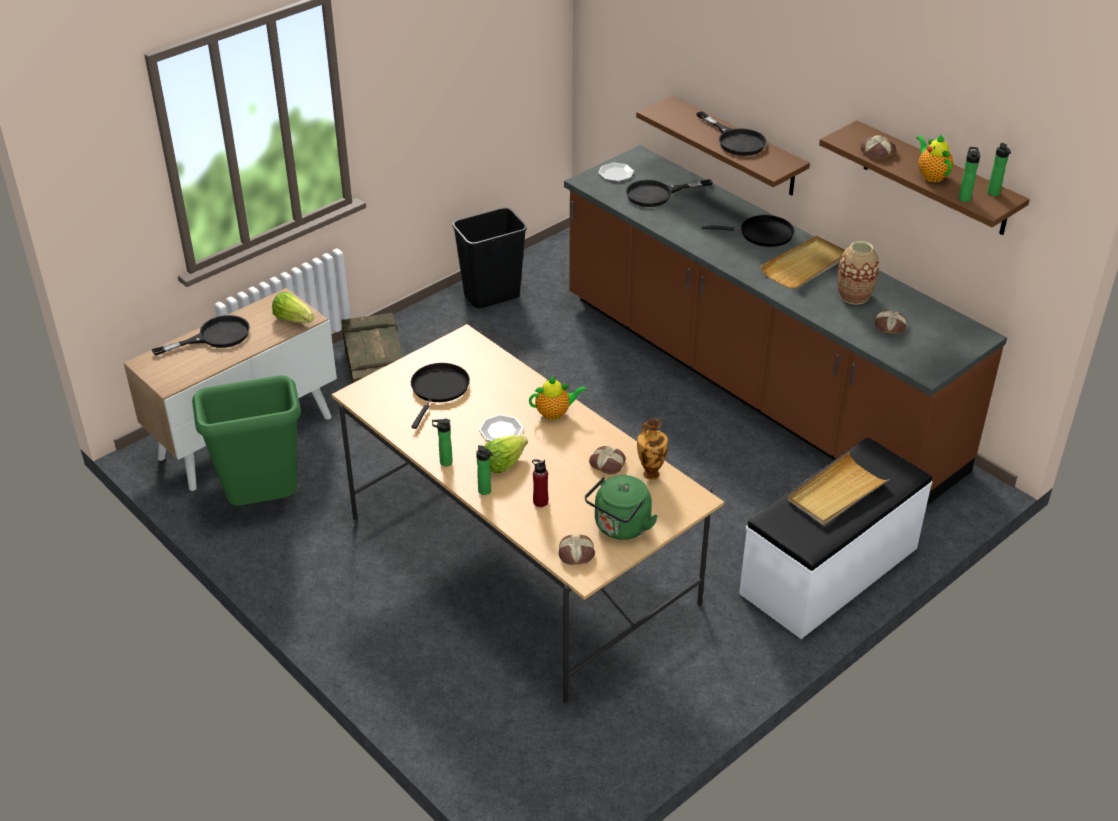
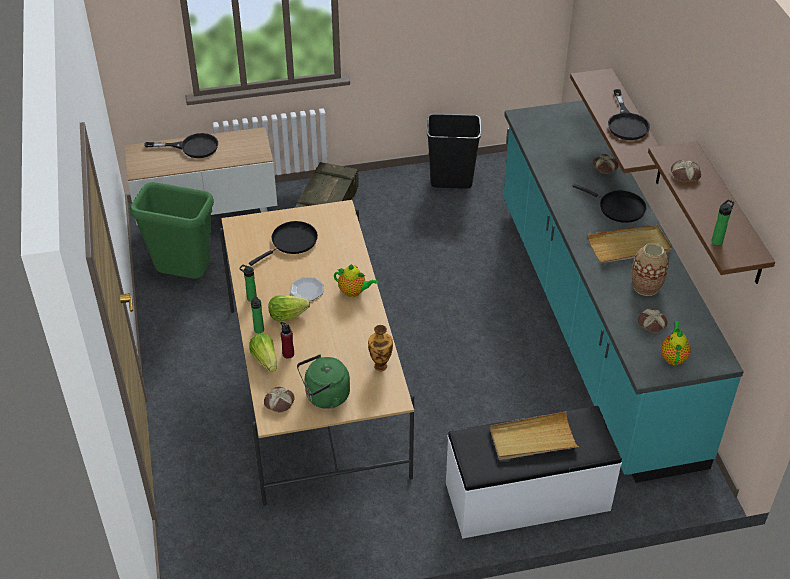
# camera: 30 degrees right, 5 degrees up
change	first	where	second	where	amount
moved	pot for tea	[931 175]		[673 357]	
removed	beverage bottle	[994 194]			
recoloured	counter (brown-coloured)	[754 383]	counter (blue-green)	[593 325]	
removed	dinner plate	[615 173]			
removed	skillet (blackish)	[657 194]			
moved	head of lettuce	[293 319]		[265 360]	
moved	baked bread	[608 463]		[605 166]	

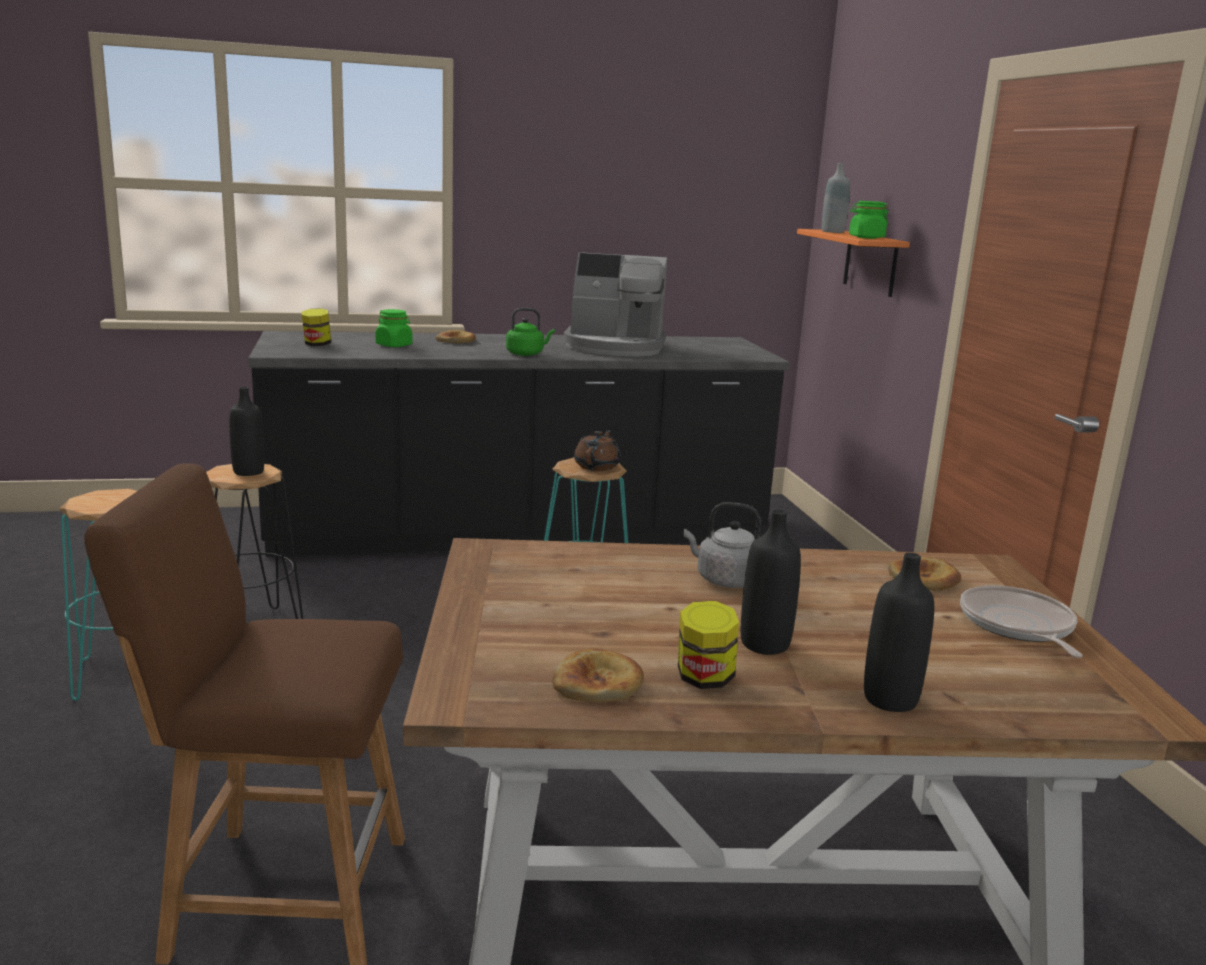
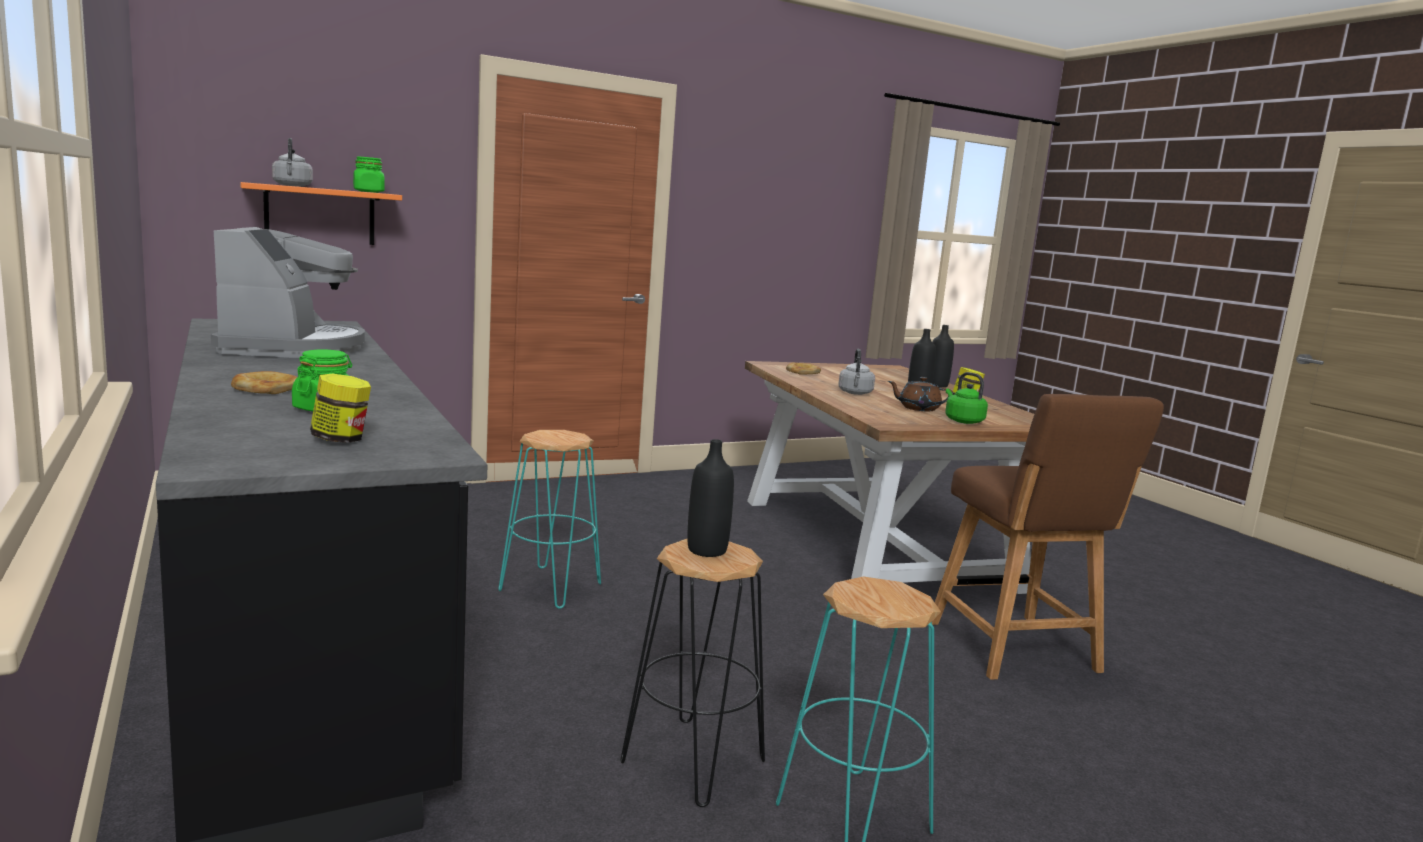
# camera: 105 degrees left, 5 degrees down
change	first	where	second	where	amount
replaced	beverage bottle (gray)	[832 232]	kettle (gray)	[292 185]	
moved	kettle (greenish)	[526 354]		[962 421]	
moved	pot for tea (brown-coloured)	[597 466]		[918 408]	
removed	skillet	[1017 626]			
removed	baked bread	[598 683]			

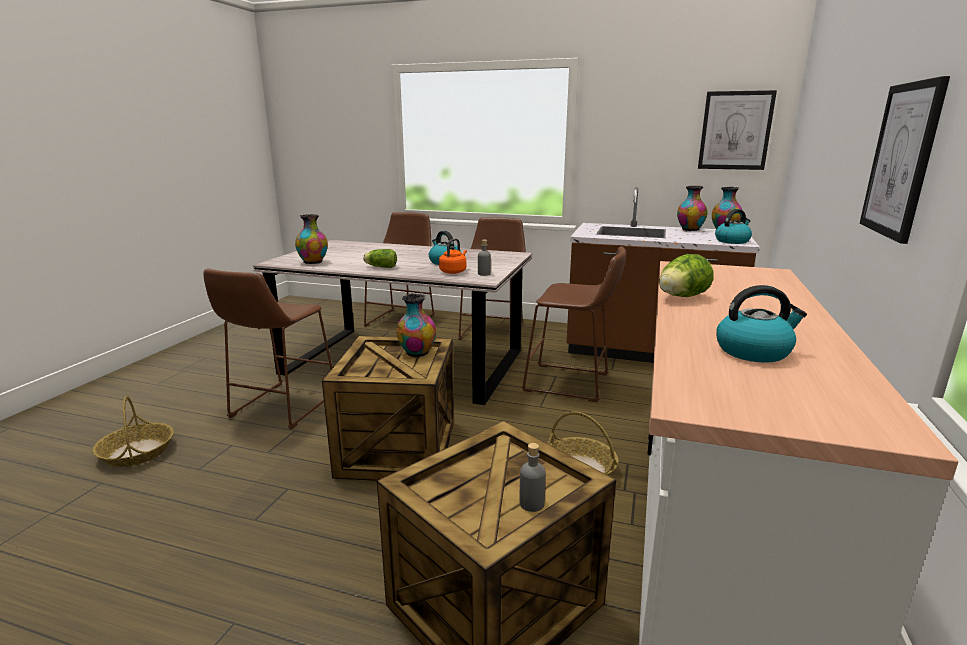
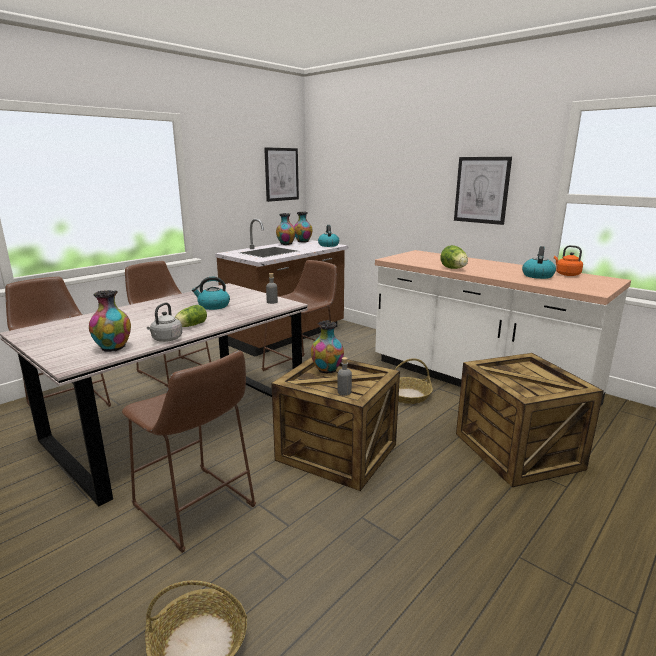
# camera: 65 degrees left, 0 degrees up
change	first	where	second	where	amount
moved	kettle (orange)	[453 271]		[566 274]	
moved	beverage bottle (gray)	[531 503]		[344 392]	
added			kettle (gray)	[166 339]	

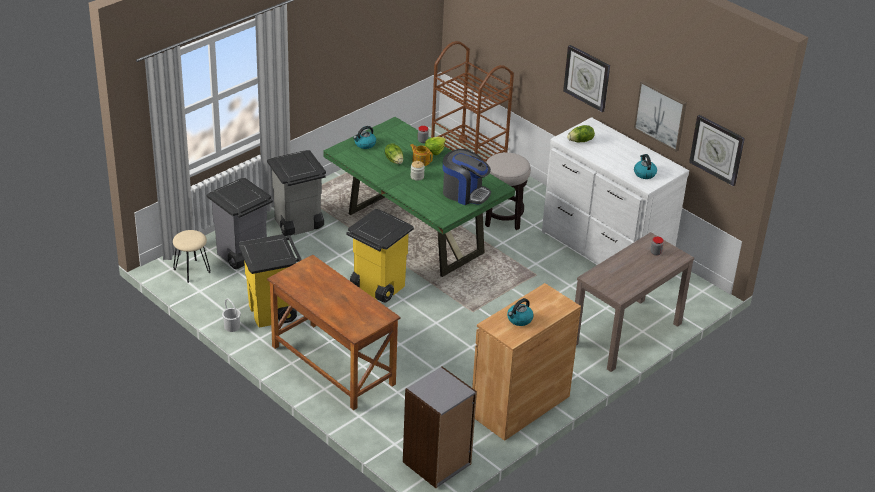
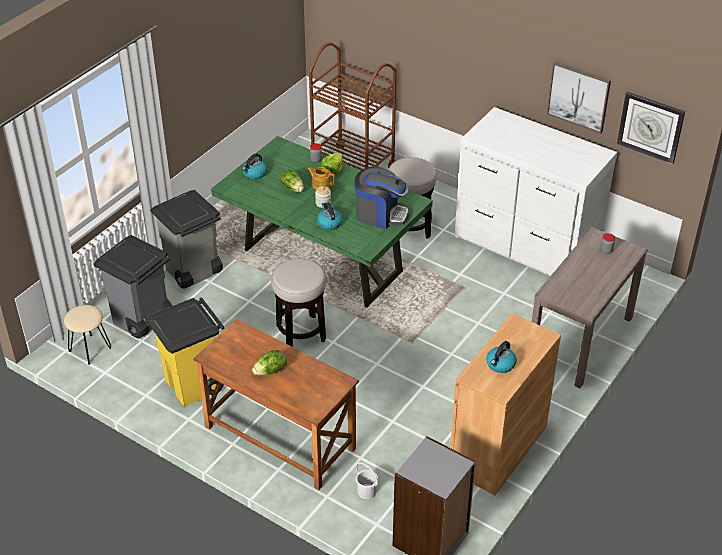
# camera: 10 degrees left, 5 degrees up
change	first	where	second	where	amount
removed	wall clock	[587 78]			
moved	head of lettuce	[581 141]		[271 371]	
moved	kettle	[644 173]		[329 223]	
replaced	trash can (yellow-coloured)	[377 287]	sitting stool	[301 333]	
moved	water bucket (white-coloured)	[232 327]		[366 491]	

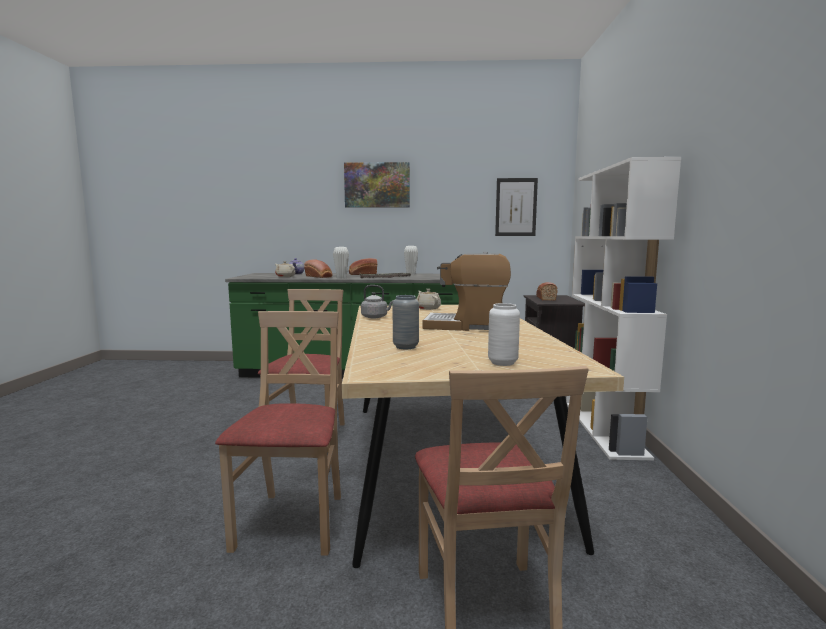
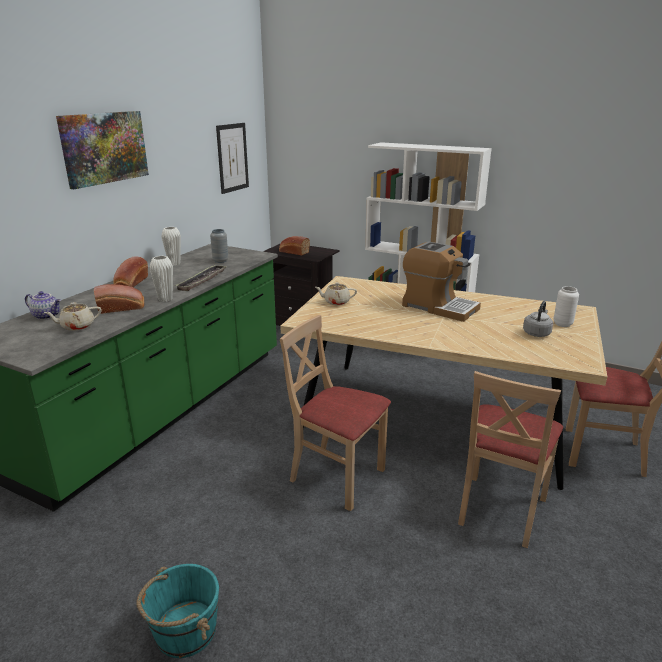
# camera: 65 degrees left, 15 degrees up
change	first	where	second	where	amount
turned	coffee maker	[467 326]		[438 307]	90 degrees counterclockwise
moved	kettle (gray)	[376 317]		[537 333]	
moved	vase (gray)	[405 347]		[220 261]	
turned	upright chair (beige)	[292 522]		[500 509]	90 degrees counterclockwise
added			water bucket (blue-green)	[184 631]	

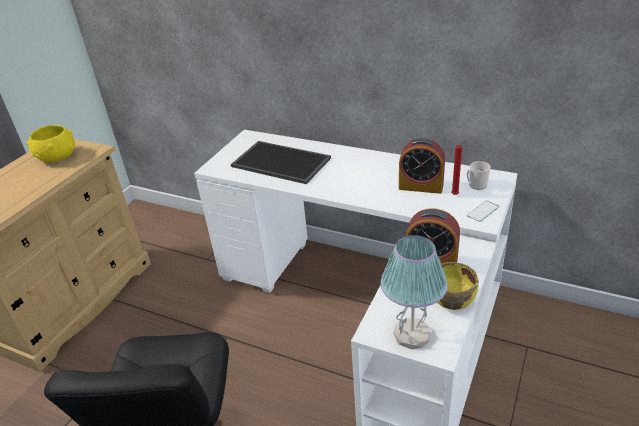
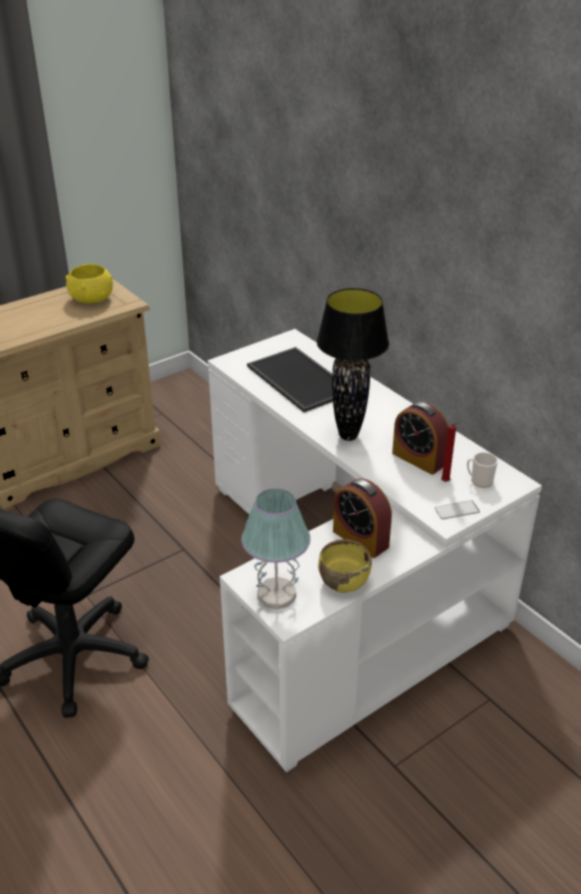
# camera: 25 degrees right, 0 degrees up
change	first	where	second	where	amount
added			lamp for a table (blackish)	[348 436]	

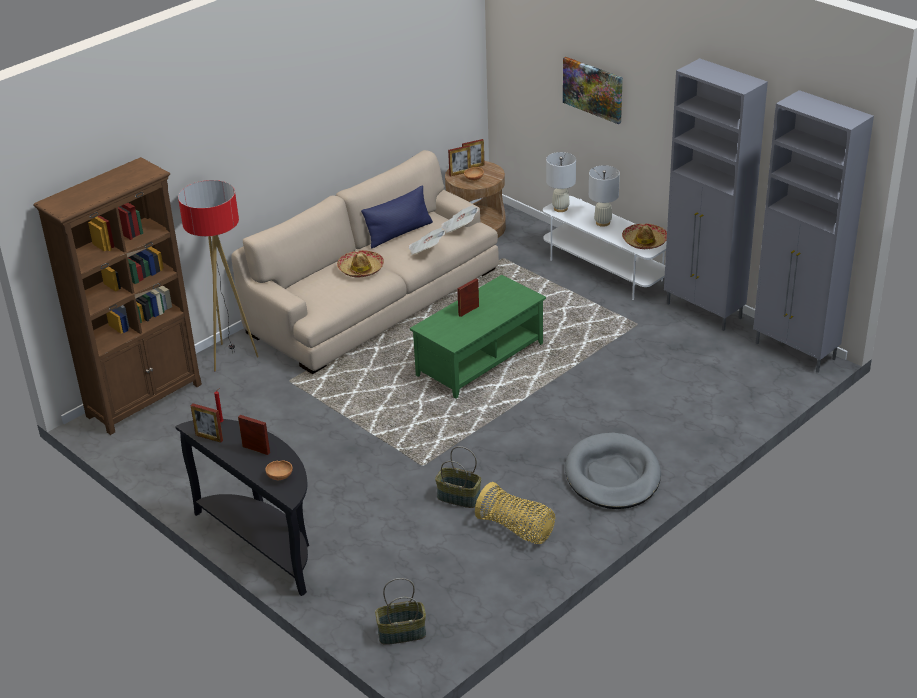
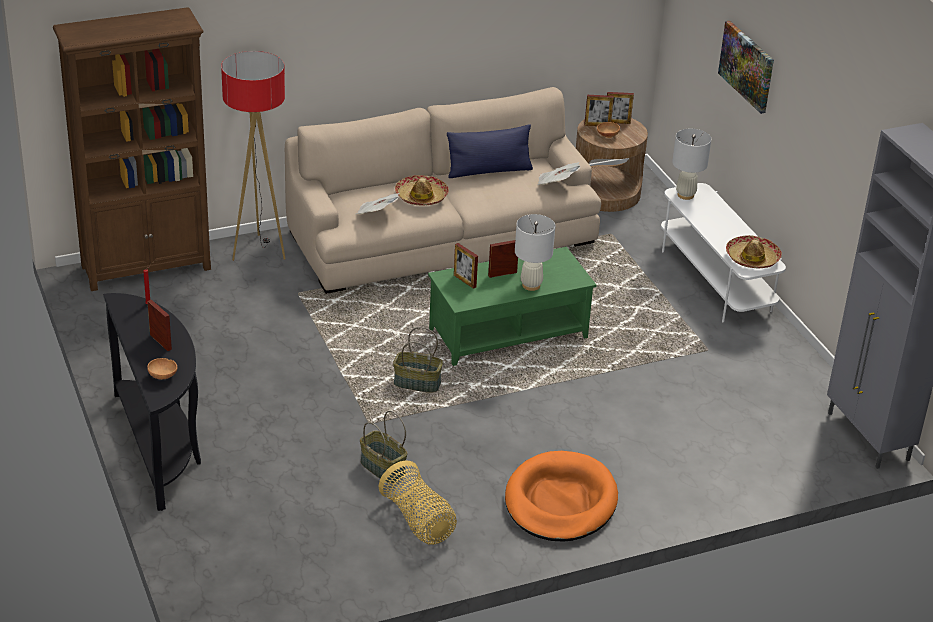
# camera: 20 degrees right, 0 degrees up
change	first	where	second	where	amount
removed	cabinet (gray)	[704 311]			
moved	lamp for a table (white-coloured)	[602 223]		[531 285]	
moved	daily paper	[426 250]		[377 214]	
moved	standing frame	[209 437]		[465 281]	
recoloured	dog bed (gray)	[612 476]	dog bed (orange)	[560 501]	
moved	basket	[401 634]		[416 384]	

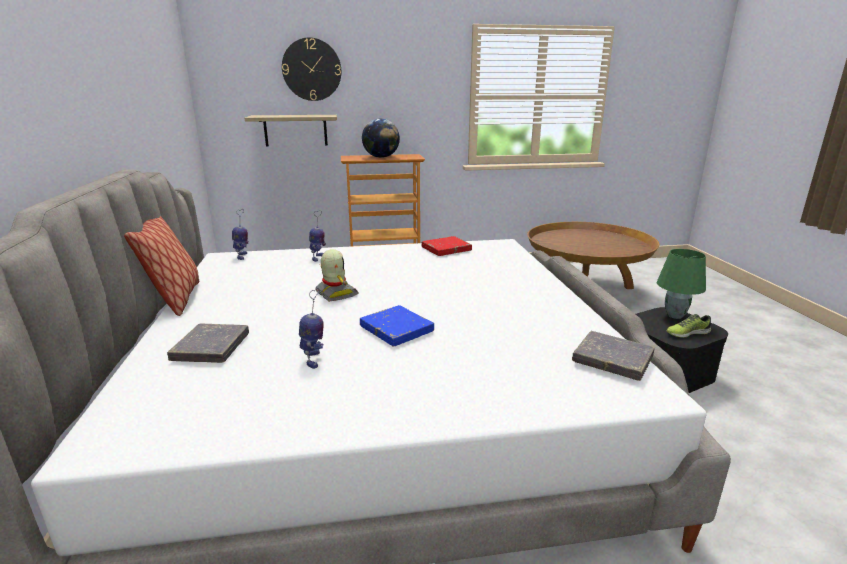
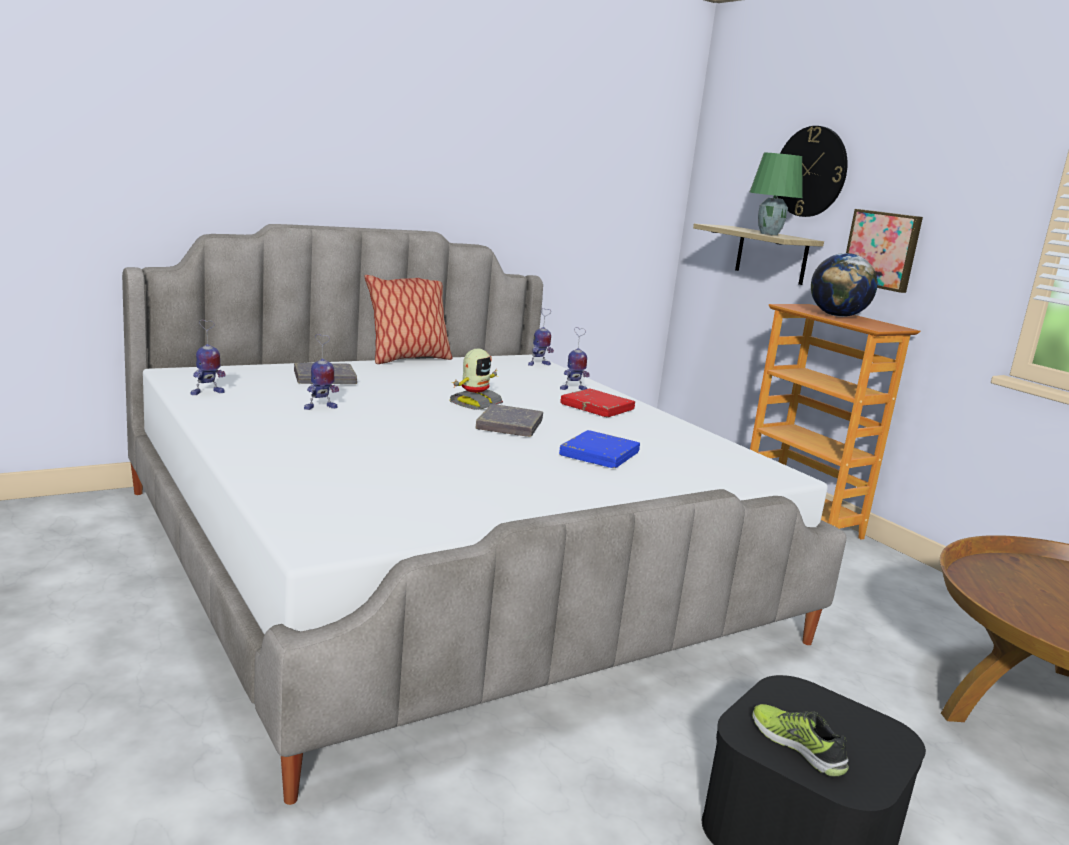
# camera: 65 degrees right, 5 degrees down
change	first	where	second	where	amount
moved	volume (red-coloured)	[446 249]		[597 408]	
moved	lamp for a table (greenish)	[674 315]		[769 234]	
moved	volume (blue)	[396 329]		[599 455]	
moved	volume (gray)	[612 359]		[509 426]	
added			wall picture	[882 250]	
added			toy robot	[206 393]	

